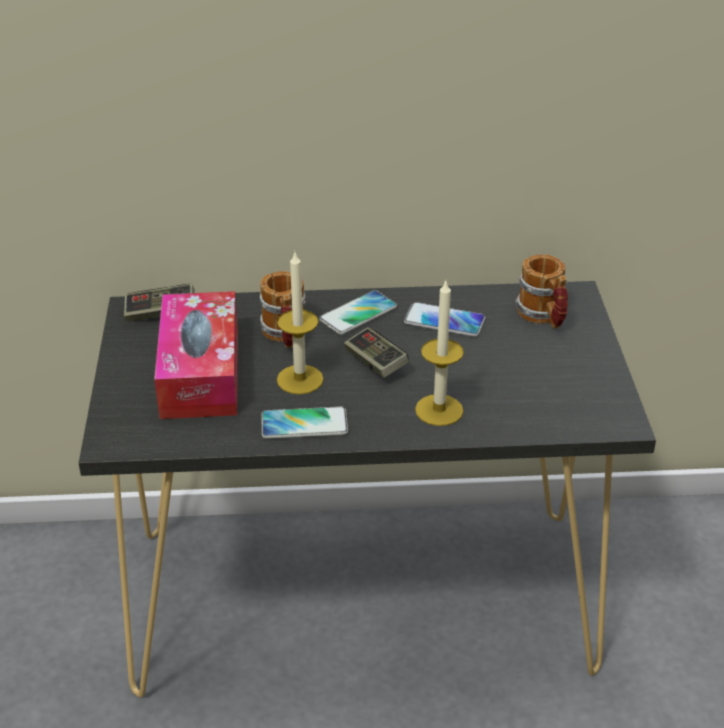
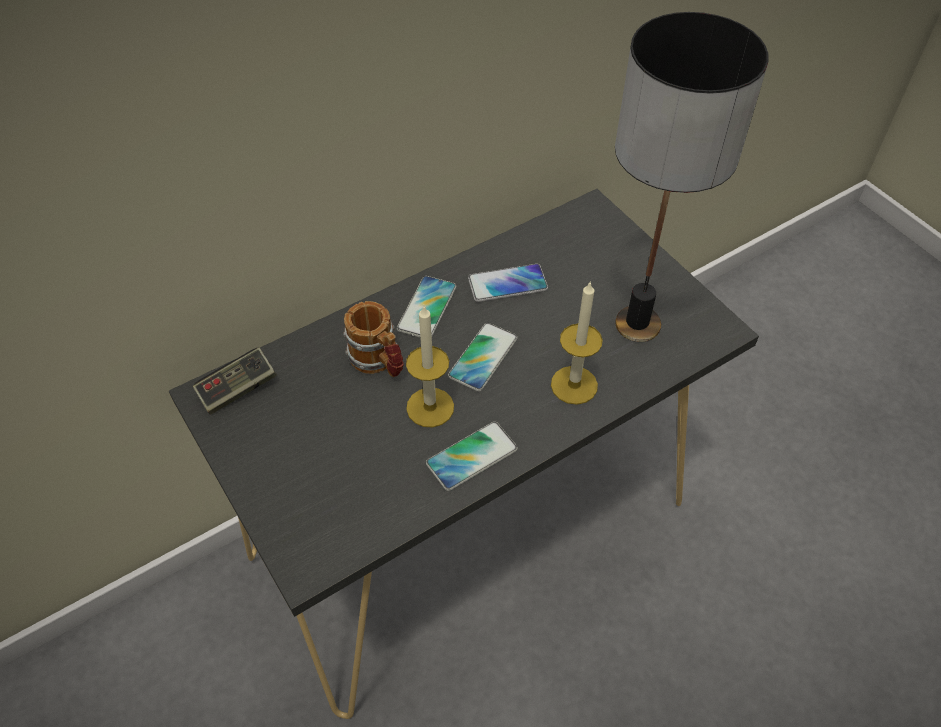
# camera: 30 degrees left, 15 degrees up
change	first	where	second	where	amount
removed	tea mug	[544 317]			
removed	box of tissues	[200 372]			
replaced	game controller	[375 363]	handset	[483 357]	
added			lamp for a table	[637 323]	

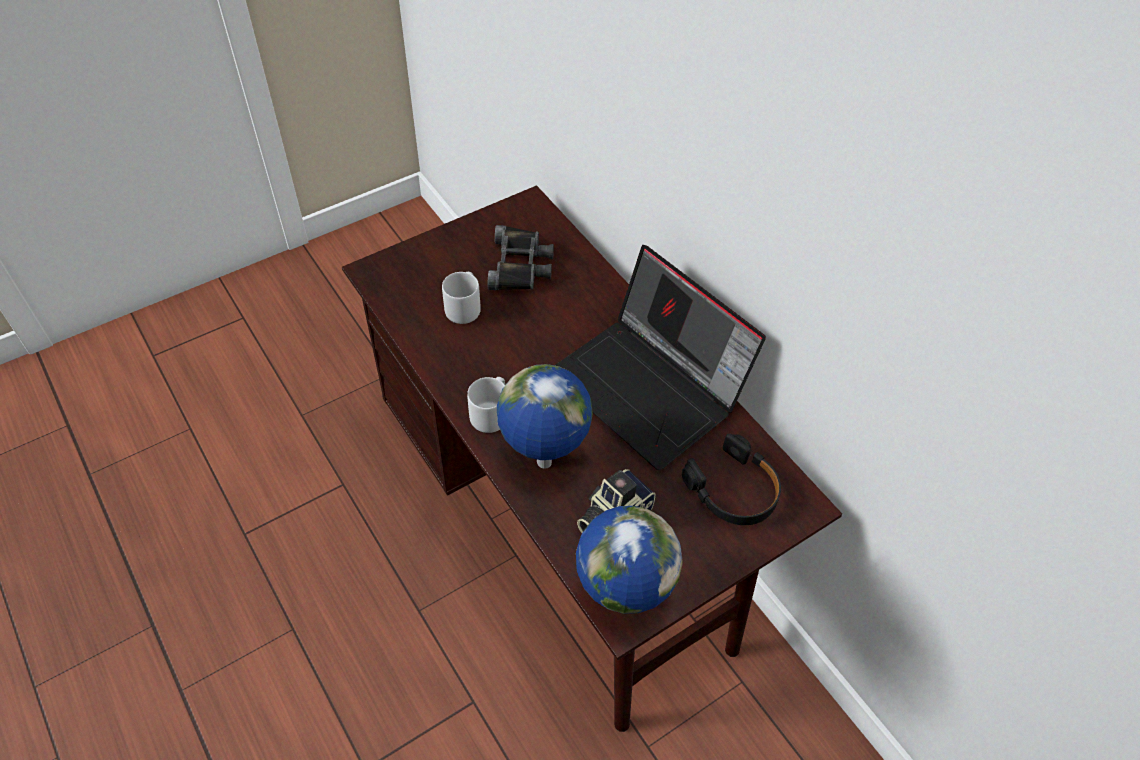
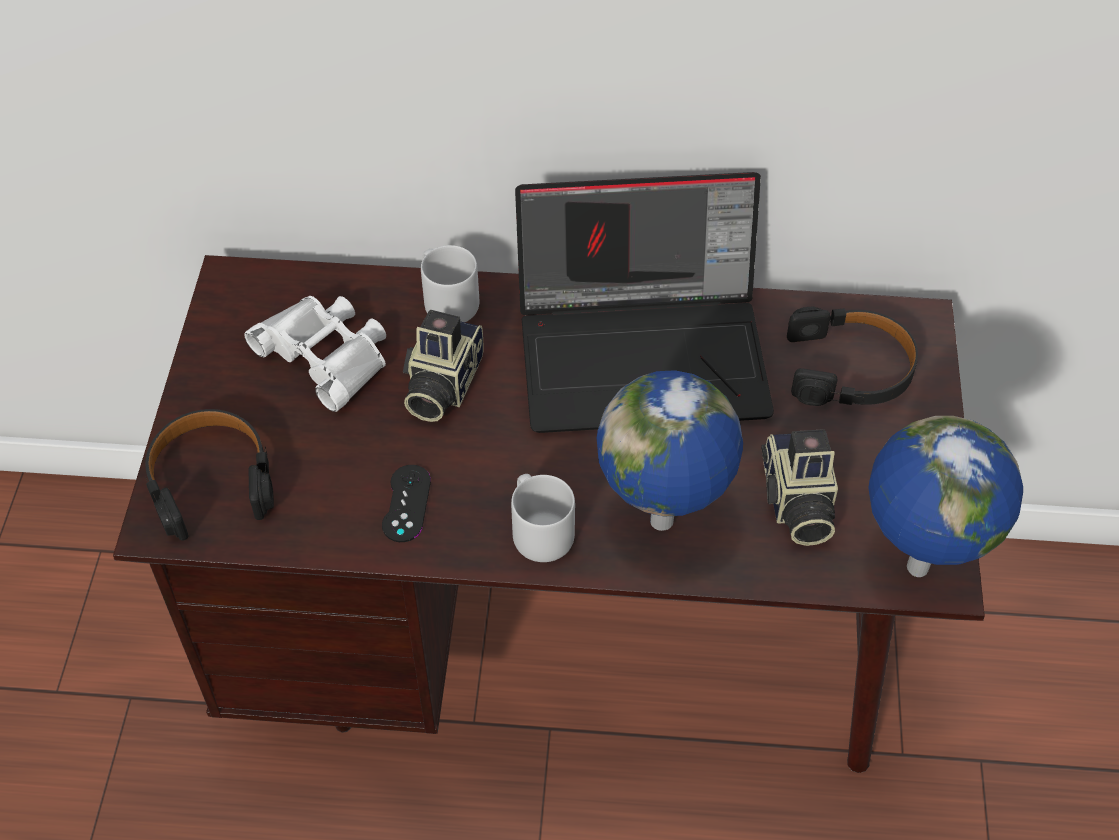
# camera: 50 degrees left, 0 degrees up
change	first	where	second	where	amount
recoloured	binoculars (blackish)	[521 265]	binoculars (white-coloured)	[326 354]	
moved	tea mug (gray)	[464 307]		[448 301]	
added			still camera	[440 385]	
added			headset (blackish)	[211 480]	
added			game controller (blackish)	[406 503]	

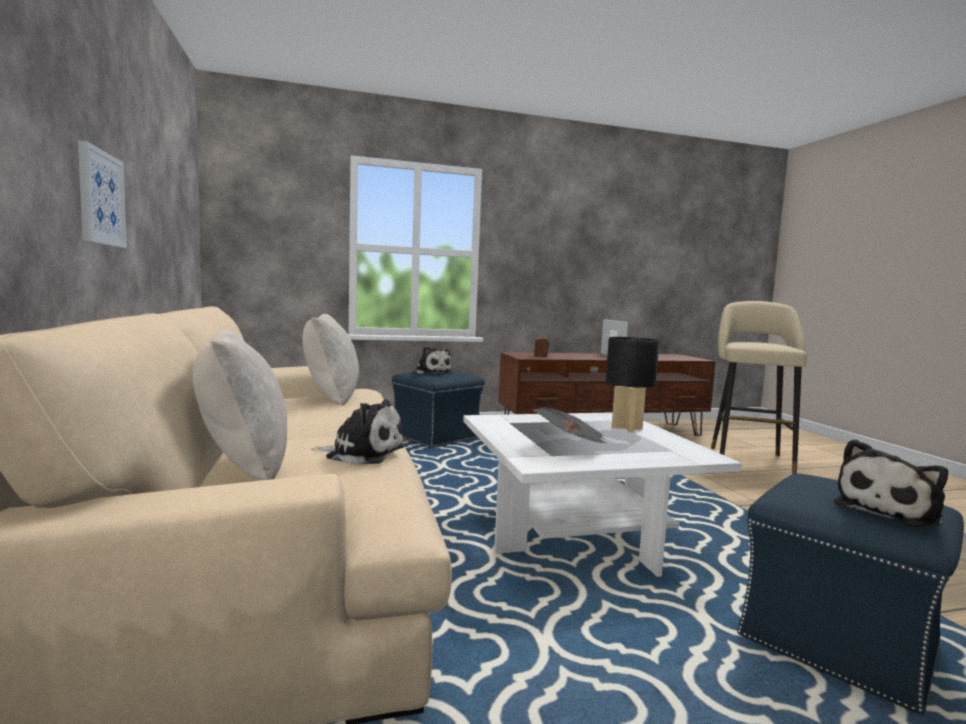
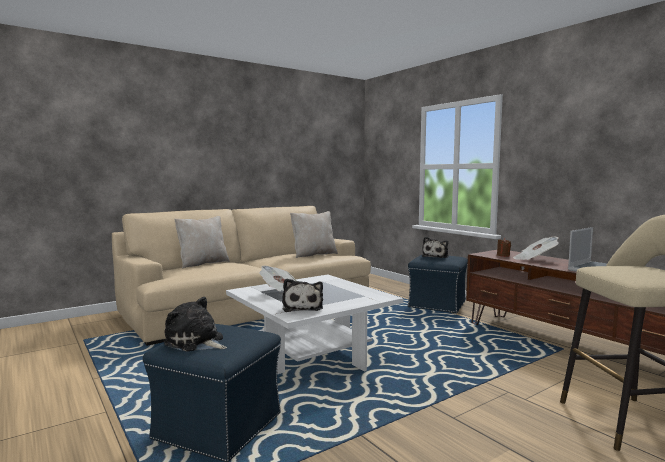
# camera: 70 degrees right, 0 degrees up
change	first	where	second	where	amount
removed	wall picture	[100 198]			
removed	lamp for a table (blackish)	[627 428]			
moved	plush toy	[362 453]		[302 307]	
added			daily paper	[535 259]	

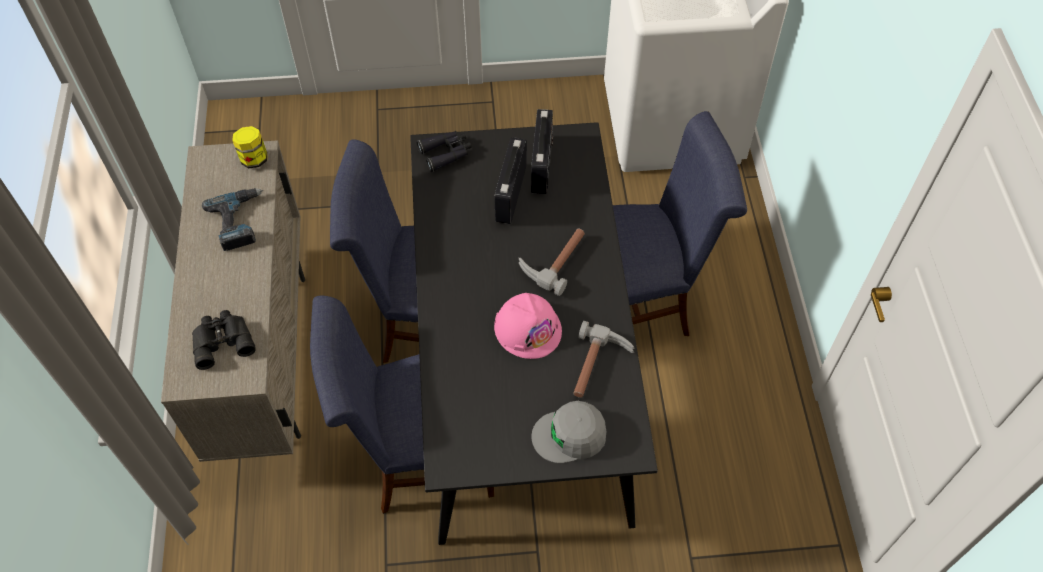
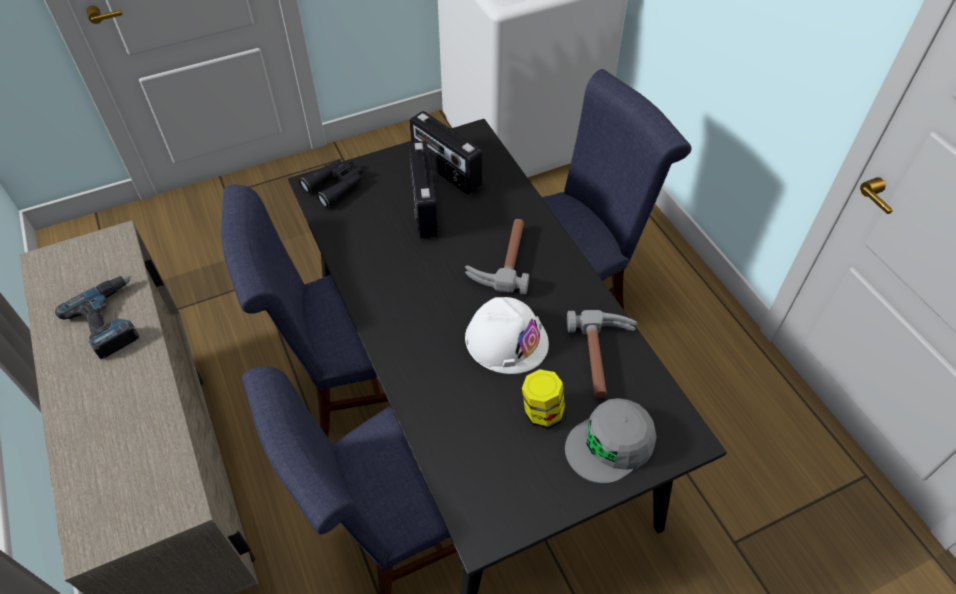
# camera: 20 degrees left, 5 degrees down
change	first	where	second	where	amount
turned	radio receiver	[542 165]		[445 171]	150 degrees clockwise
moved	jar	[254 159]		[542 412]	
recoloured	hard hat (pink-coloured)	[528 328]	hard hat (white-coloured)	[506 339]	
removed	binoculars (blackish)	[222 340]			

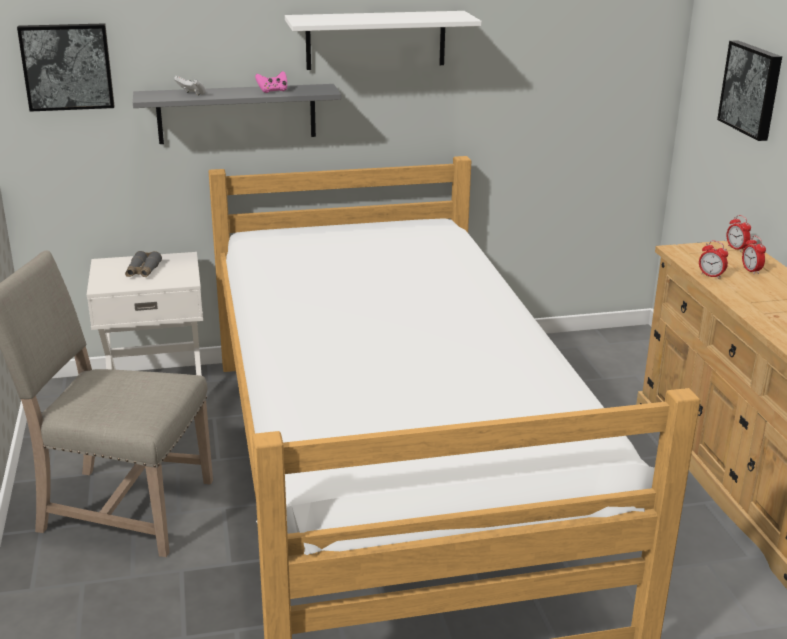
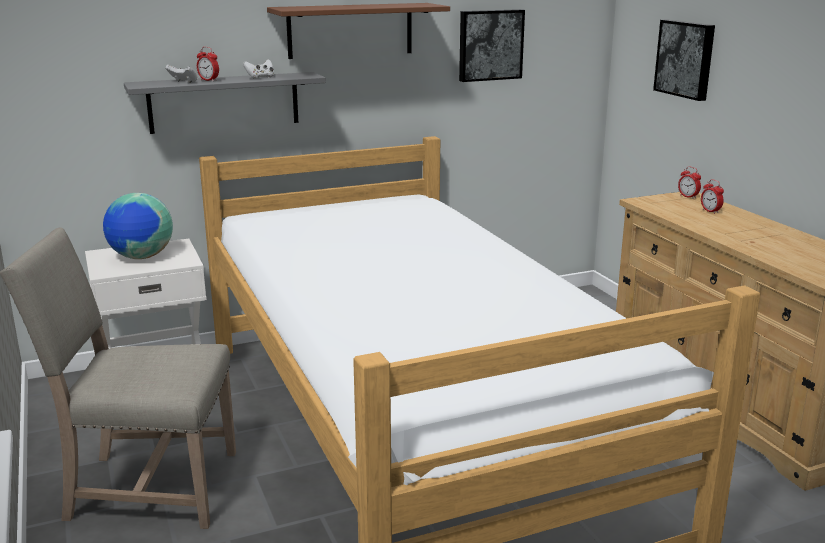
# camera: 10 degrees left, 5 degrees down
change	first	where	second	where	amount
recoloured	shelf (white-coloured)	[376 40]	shelf (brown-coloured)	[350 30]	
moved	wall picture	[67 66]		[490 45]	
recoloured	game controller (pink-coloured)	[273 91]	game controller (white-coloured)	[260 77]	
moved	bedside clock	[711 275]		[209 80]	
replaced	binoculars (gray)	[143 271]	world globe	[141 257]	

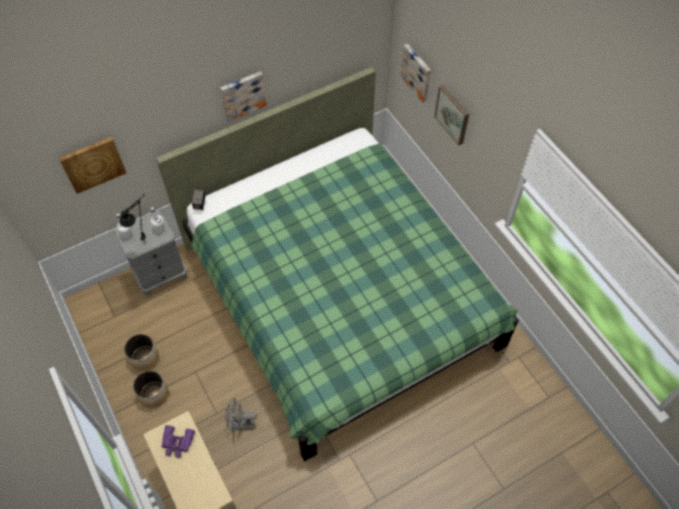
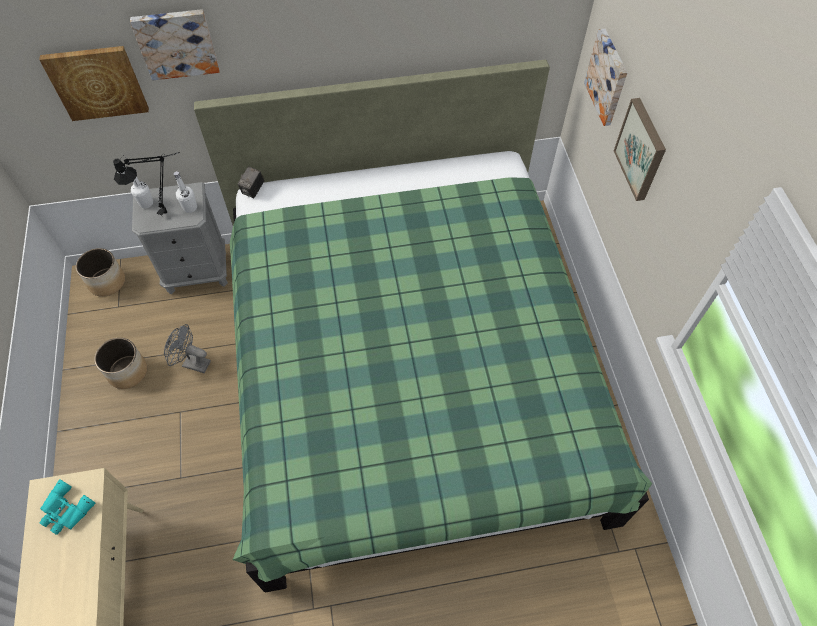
# camera: 20 degrees right, 0 degrees up
change	first	where	second	where	amount
moved	wall picture	[242 95]		[176 43]	
moved	flower pot	[154 394]		[107 282]	
moved	electric fan (gray)	[240 424]		[192 363]	
recoloured	binoculars (purple-coloured)	[177 443]	binoculars (blue-green)	[65 511]	

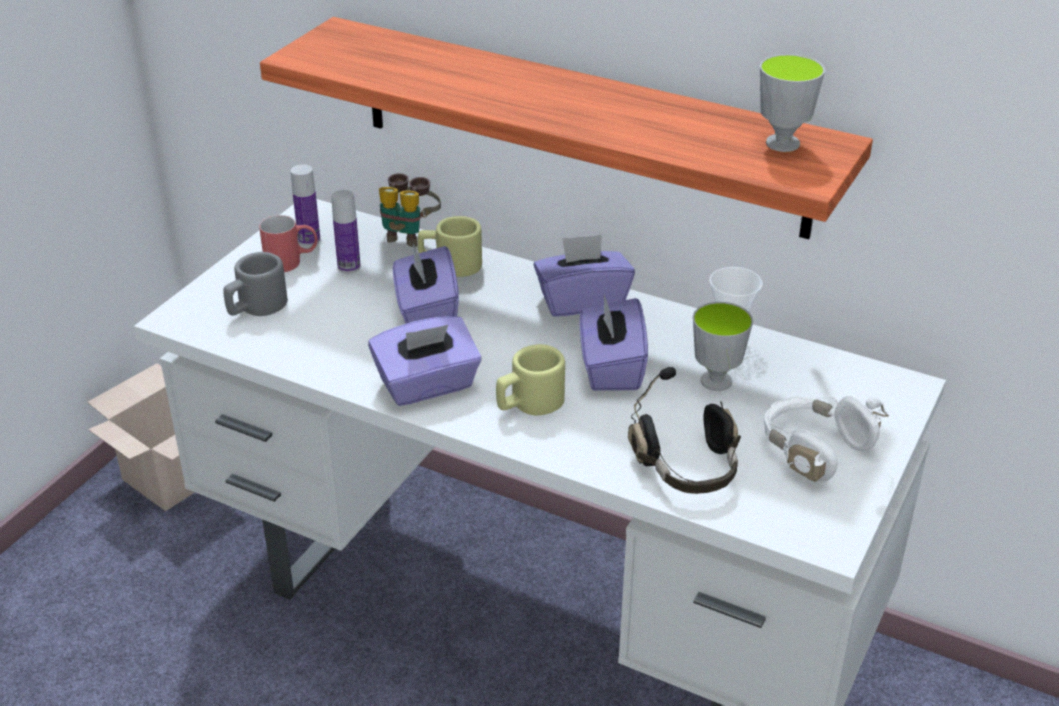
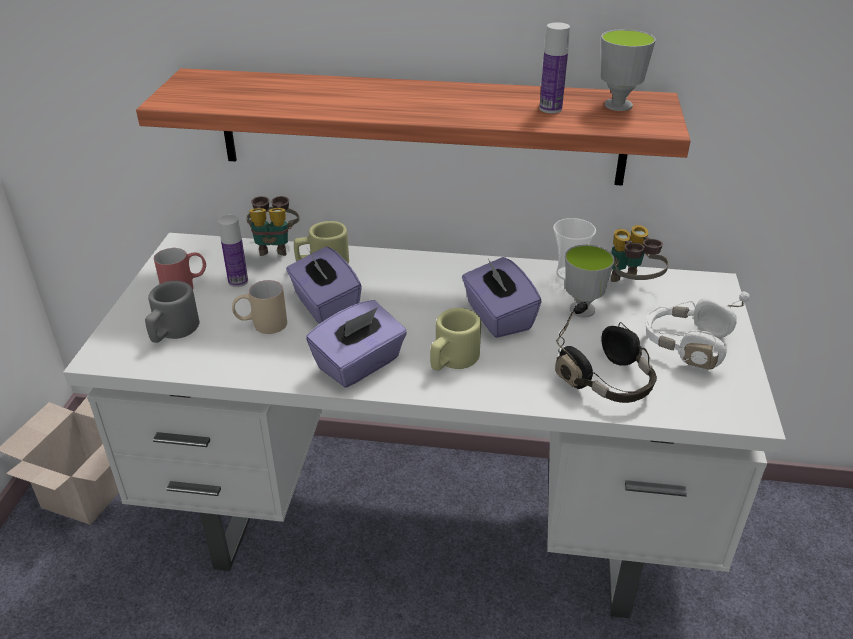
# camera: 20 degrees left, 0 degrees up
change	first	where	second	where	amount
moved	beverage bottle	[309 240]		[550 109]	
removed	box of tissues (purple-coloured)	[582 301]			
added			binoculars	[631 286]	
added			tea mug (beige)	[261 325]	

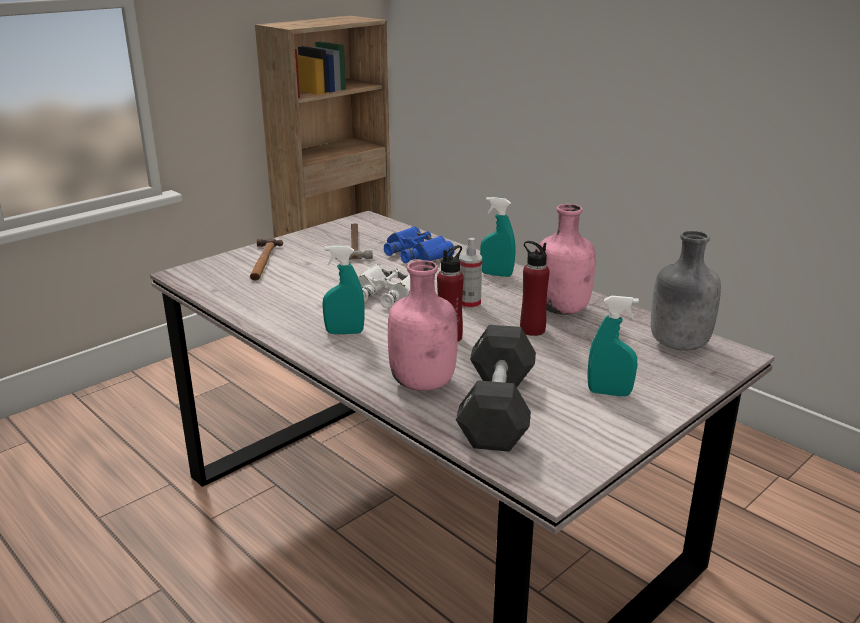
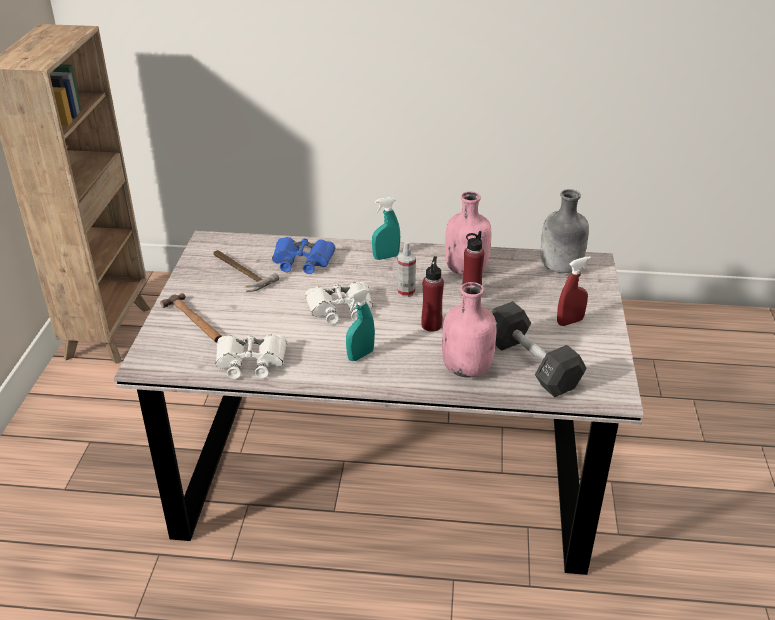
# camera: 40 degrees left, 10 degrees up
change	first	where	second	where	amount
recoloured	spray bottle (blue-green)	[609 393]	spray bottle (red-coloured)	[570 321]	
added			binoculars (white-coloured)	[251 361]	

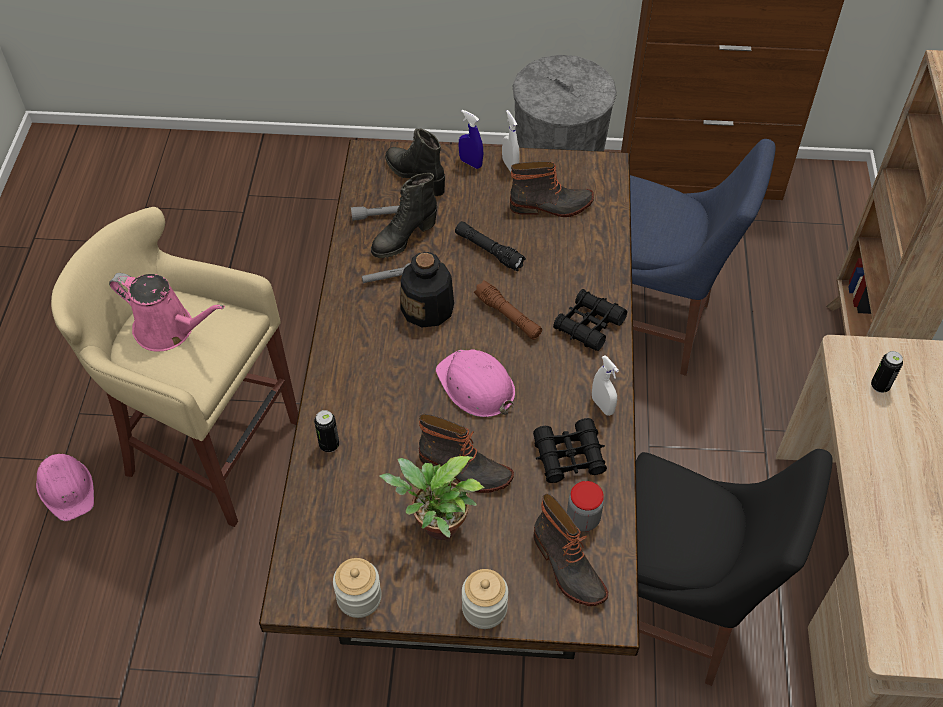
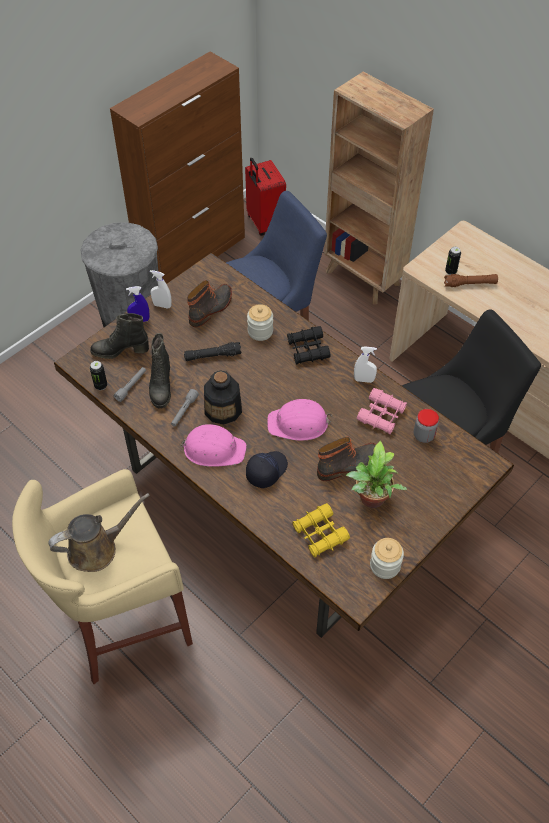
# camera: 50 degrees left, 0 degrees up
change	first	where	second	where	amount
recoloured	watering pot (pink-coloured)	[169 329]	watering pot (brown-coloured)	[97 548]	
moved	hand torch (brown-coloured)	[508 316]		[470 284]	
moved	can	[329 445]		[101 386]	
recoloured	binoculars (blackish)	[569 456]	binoculars (pink-coloured)	[381 415]	
moved	hard hat (pink-coloured)	[67 488]		[213 449]	
removed	high-top boot	[567 568]			
moved	jar	[484 608]		[260 331]	
added			suitcase (red-coloured)	[264 223]	
added			peaked cap (blackish)	[266 470]	
added			binoculars (yellow-coloured)	[320 534]	

